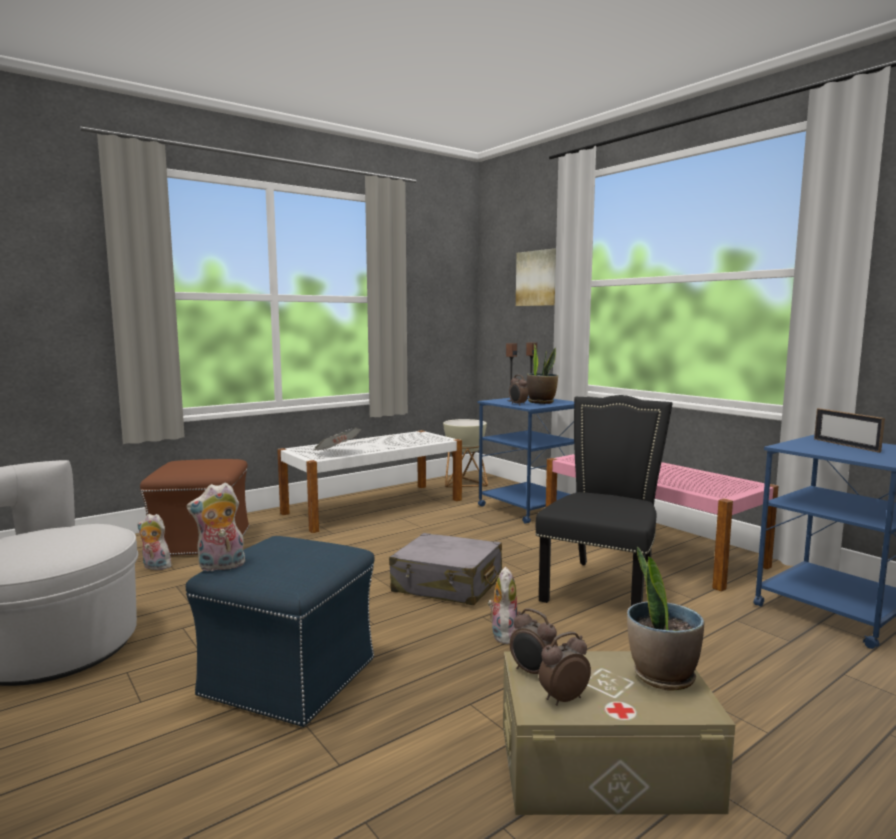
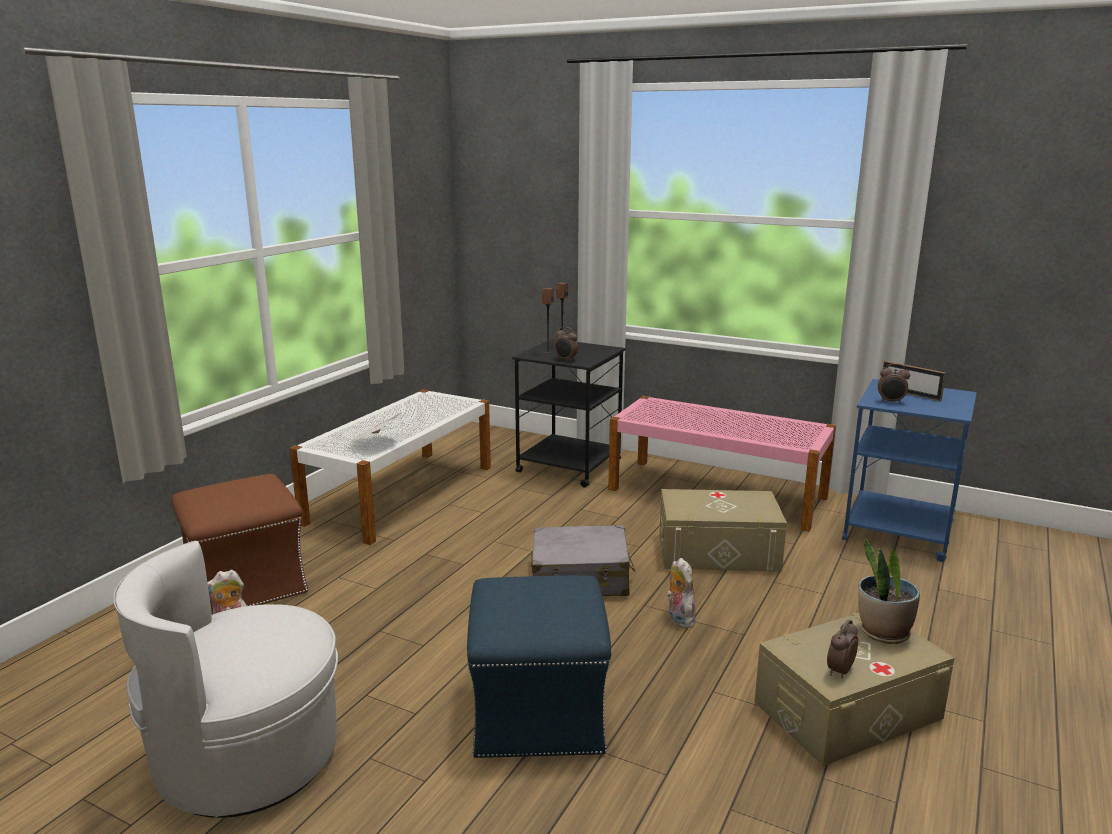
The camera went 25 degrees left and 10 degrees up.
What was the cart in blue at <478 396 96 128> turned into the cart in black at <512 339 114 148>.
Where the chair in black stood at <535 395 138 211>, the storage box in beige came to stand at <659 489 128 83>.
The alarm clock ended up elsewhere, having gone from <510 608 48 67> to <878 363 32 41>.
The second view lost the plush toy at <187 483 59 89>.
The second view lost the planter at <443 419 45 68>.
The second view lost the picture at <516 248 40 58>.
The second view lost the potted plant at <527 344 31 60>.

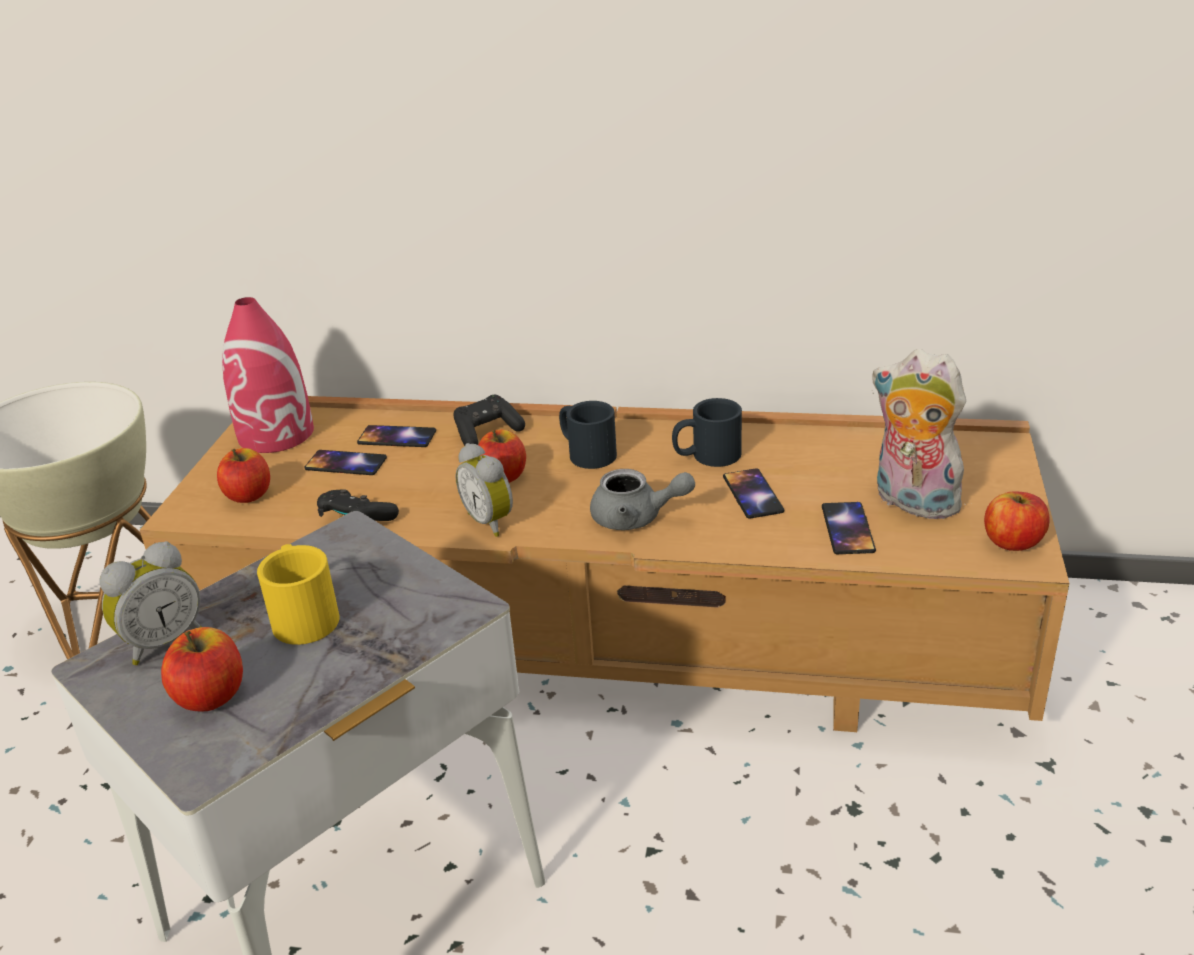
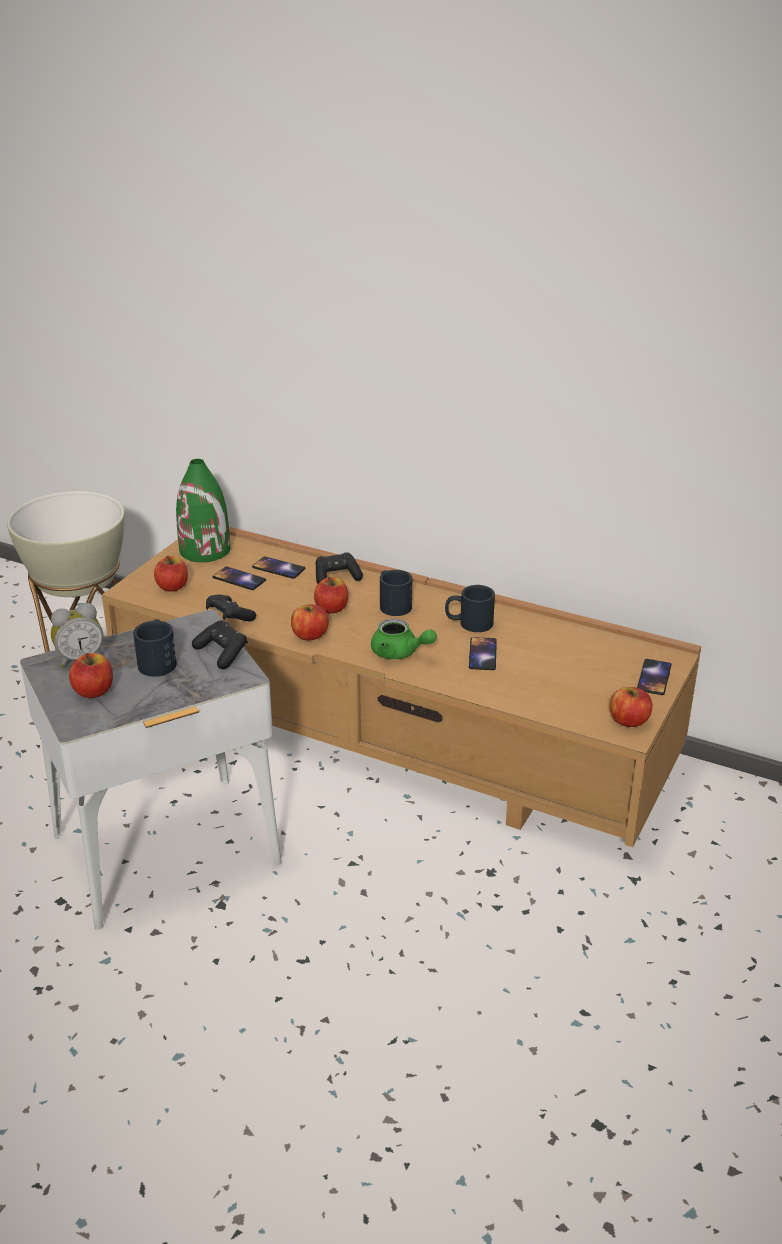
The camera went 15 degrees right and 0 degrees up.
What was the mug in yellow at <257 544 82 101> turned into the mug in black at <133 619 44 58>.
What was the vase in red at <222 297 92 156> turned into the vase in green at <176 459 54 103>.
The second view gained the game controller in black at <192 620 56 49>.
Where the alarm clock stood at <455 443 58 94>, the apple came to stand at <291 604 38 36>.
What was the teapot in grey at <590 469 105 61> turned into the teapot in green at <371 619 66 40>.
The phone ended up elsewhere, having gone from <822 502 54 52> to <637 659 34 36>.
The second view lost the plush toy at <872 349 97 170>.

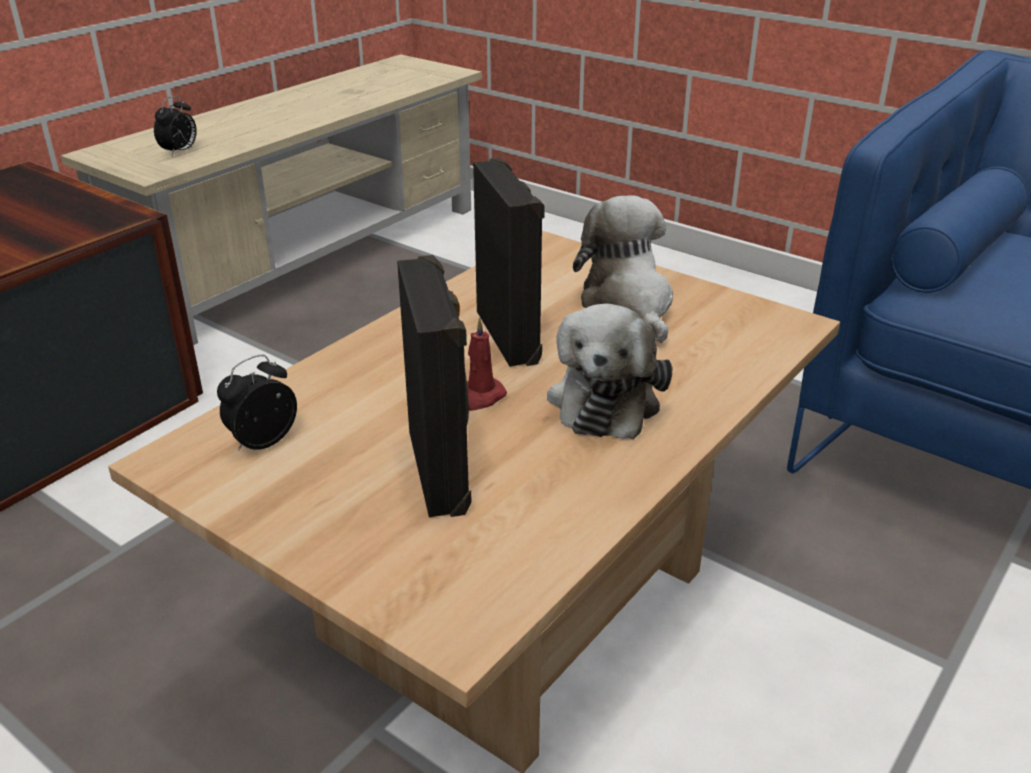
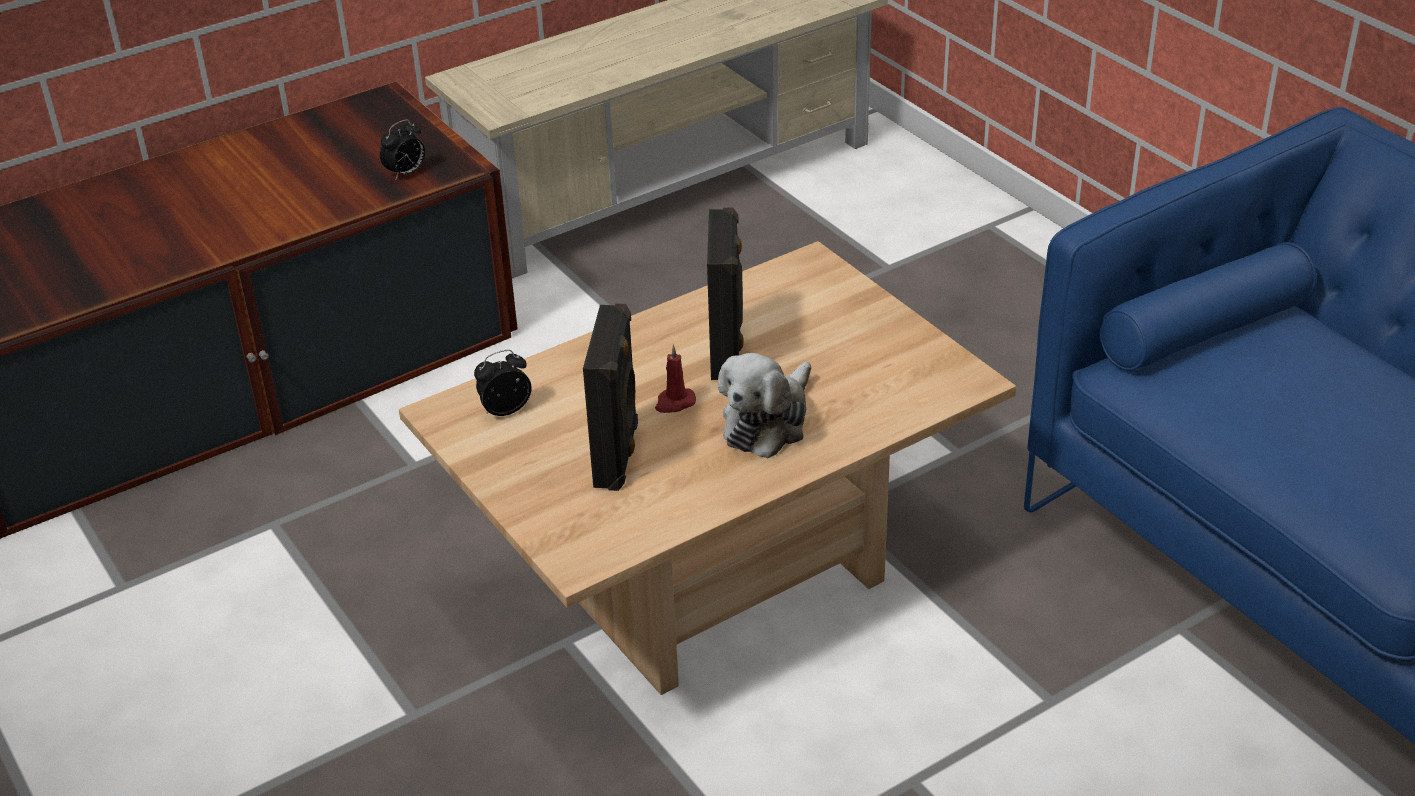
The camera went 20 degrees right and 5 degrees up.
The alarm clock ended up elsewhere, having gone from <154 96 43 60> to <380 119 45 60>.
The second view lost the plush toy at <573 196 100 147>.

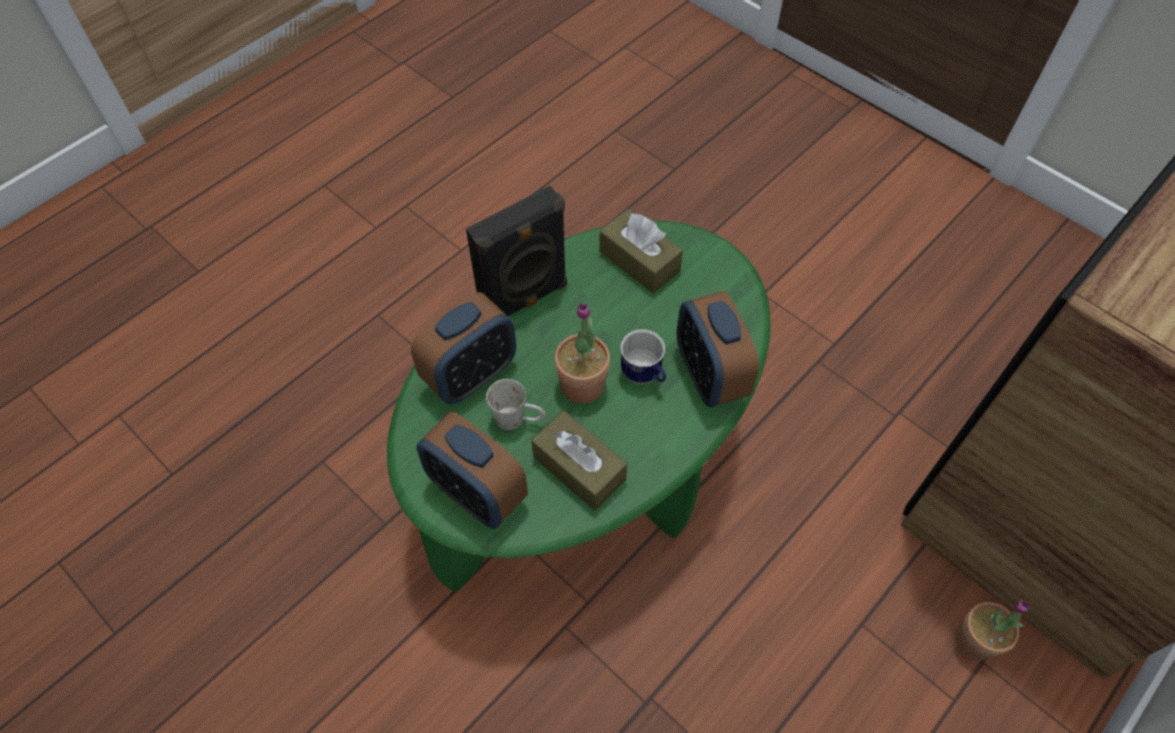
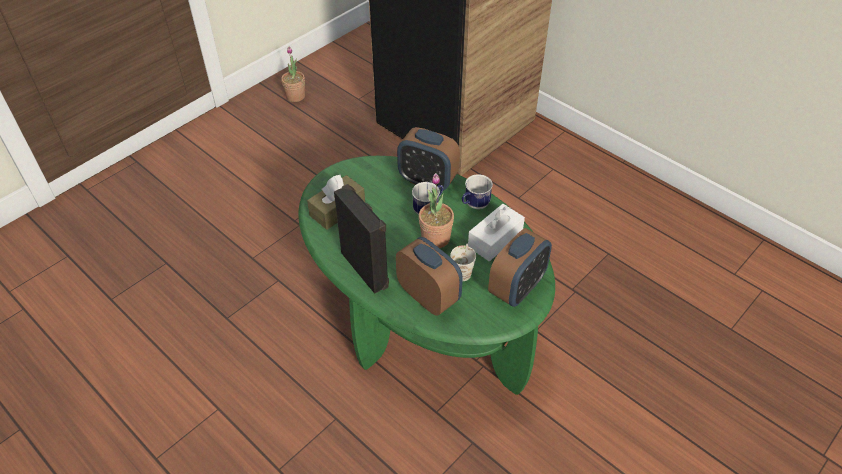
The camera went 90 degrees left and 10 degrees down.
The potted plant ended up elsewhere, having gone from <955 600 75 61> to <281 47 24 55>.
The alarm clock at <677 291 82 116> ended up facing another way, 45 degrees clockwise from before.
The second view gained the mug at <462 174 31 35>.
What was the tissue box in brown at <531 411 96 100> turned into the tissue box in white at <468 204 57 57>.

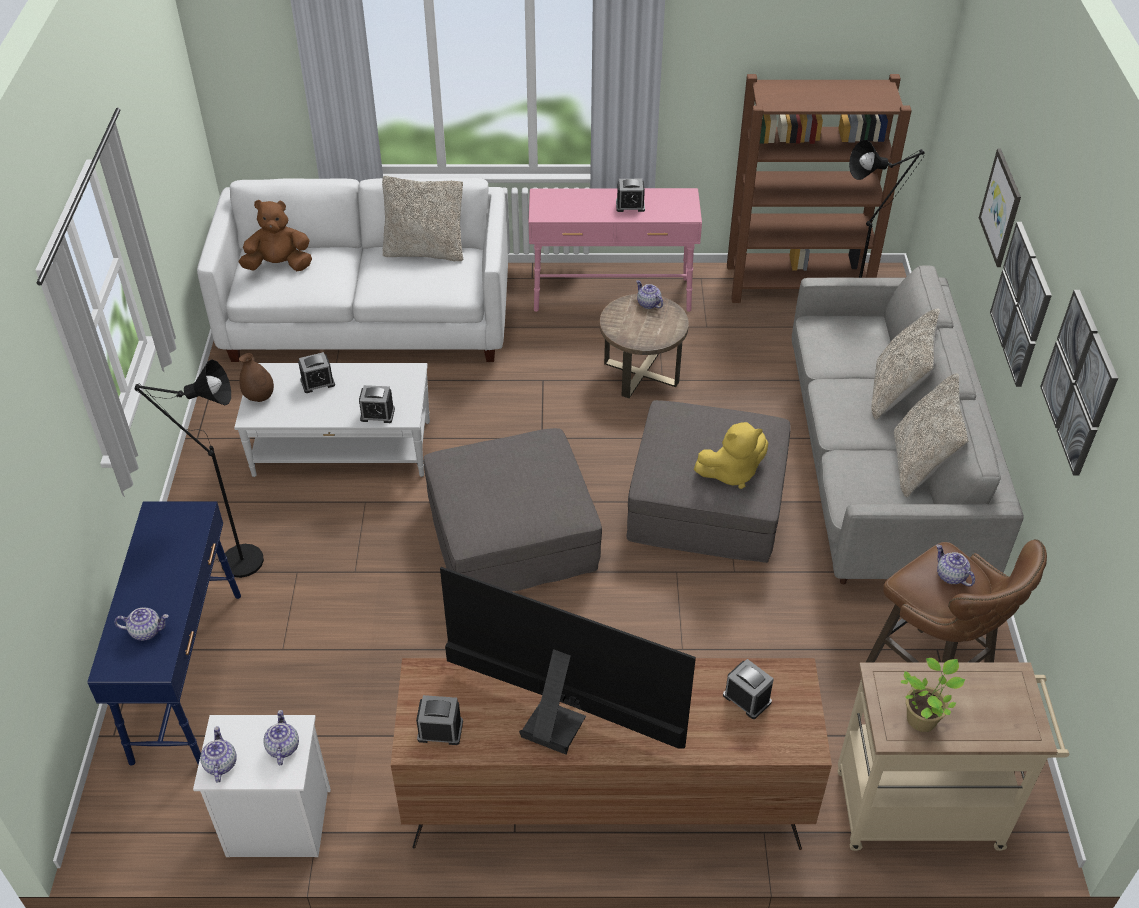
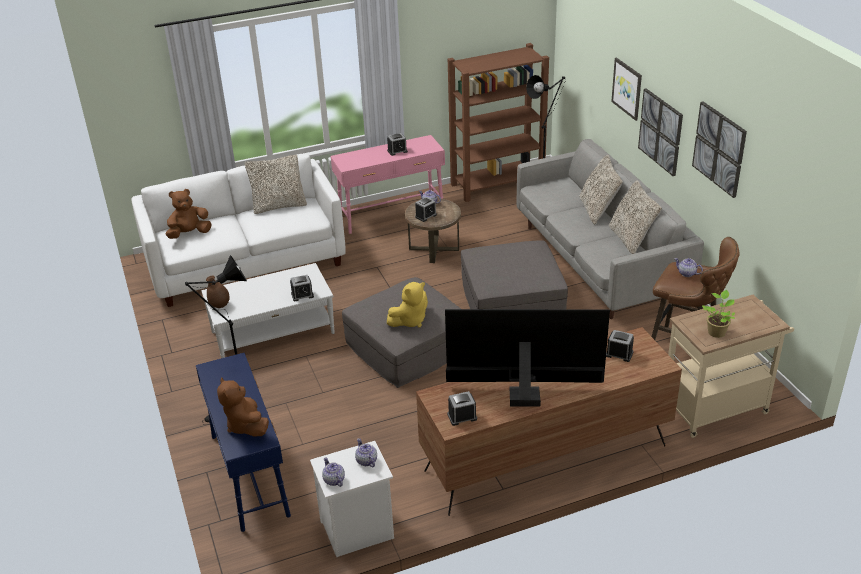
The camera went 20 degrees left and 10 degrees down.
Where the teapot stood at <115 608 54 33>, the plush toy in brown came to stand at <217 377 52 59>.
The plush toy in yellow ended up elsewhere, having gone from <694 422 75 67> to <387 282 41 46>.
The alarm clock ended up elsewhere, having gone from <298 352 37 41> to <415 197 22 25>.

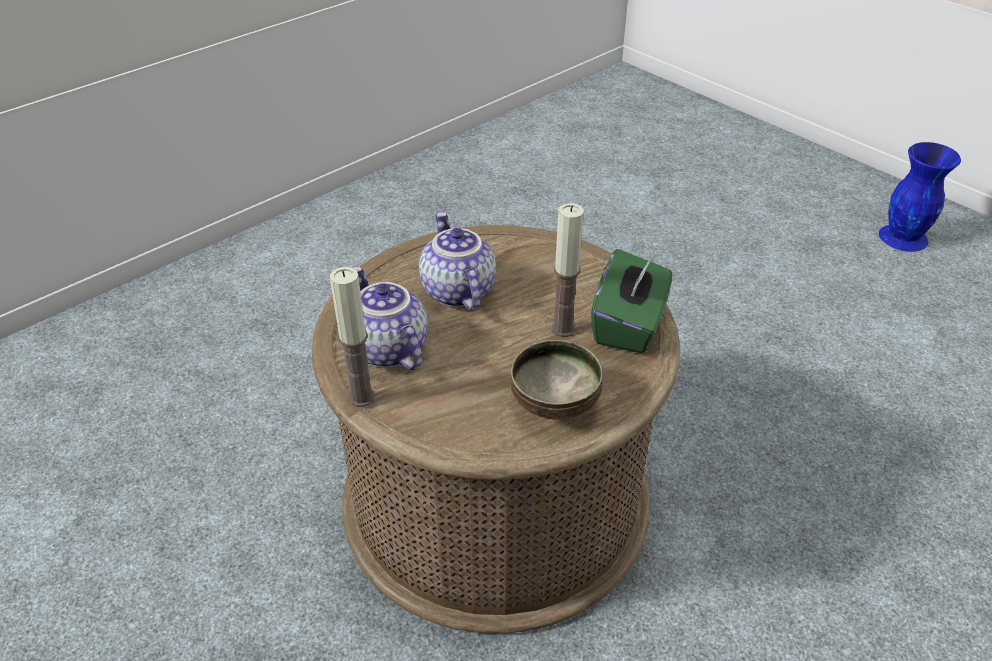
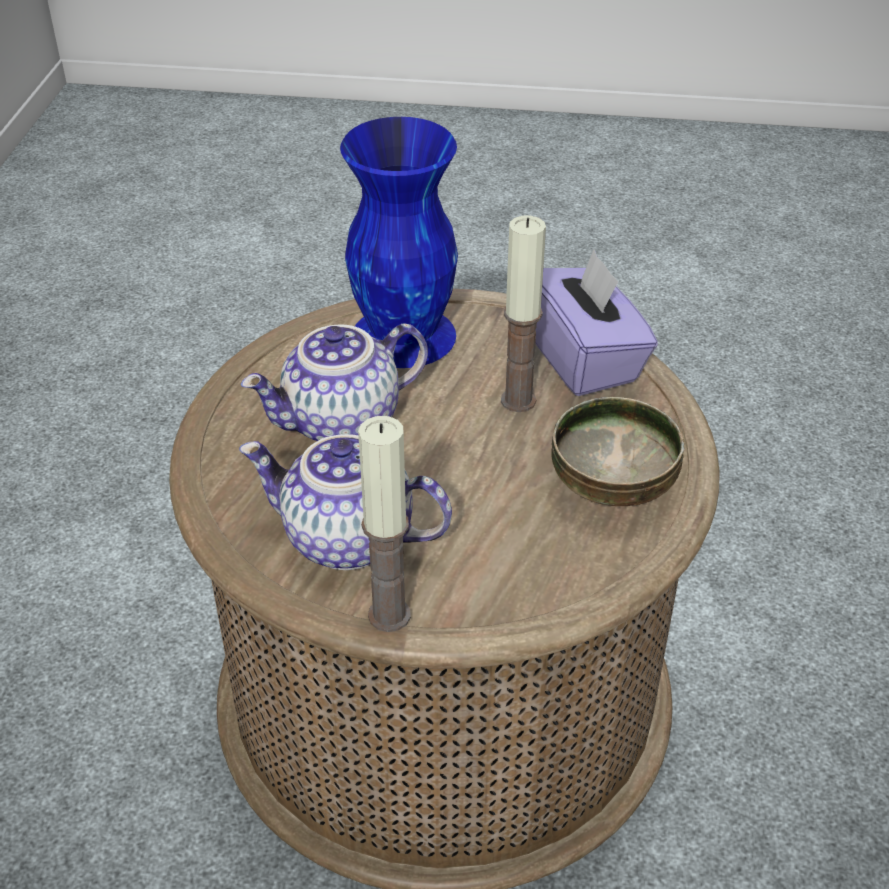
The camera went 40 degrees left and 0 degrees up.
The teapot at <419 212 77 99> ended up facing another way, 60 degrees counterclockwise from before.
The vase in blue ended up elsewhere, having gone from <879 142 82 110> to <340 117 118 251>.
What was the tissue box in green at <591 249 81 104> turned into the tissue box in purple at <535 249 123 147>.

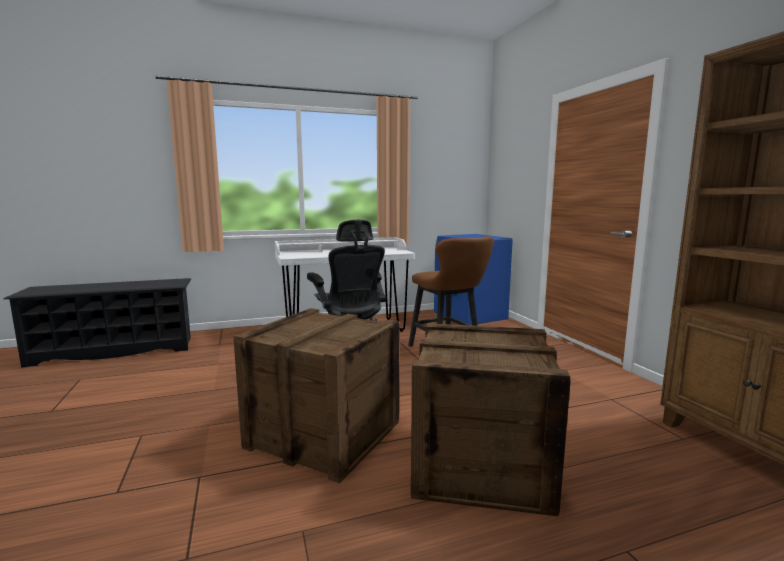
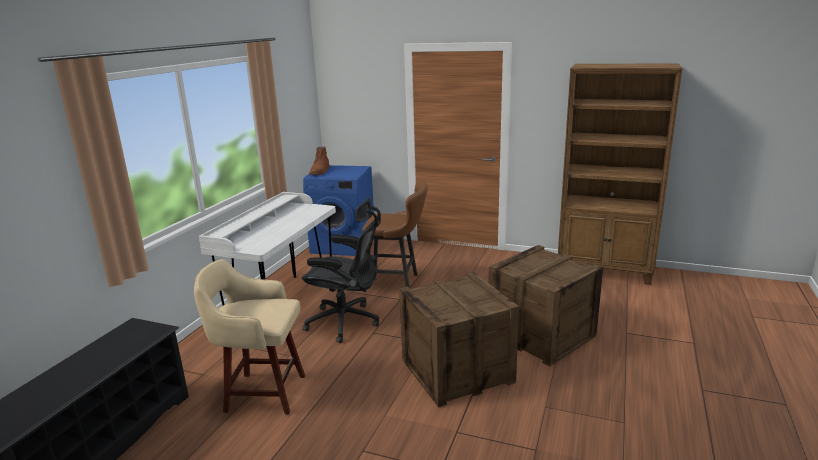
The camera went 50 degrees left and 10 degrees up.
The second view gained the stool in beige at <194 259 111 155>.
The second view gained the boot in brown at <309 146 21 29>.

